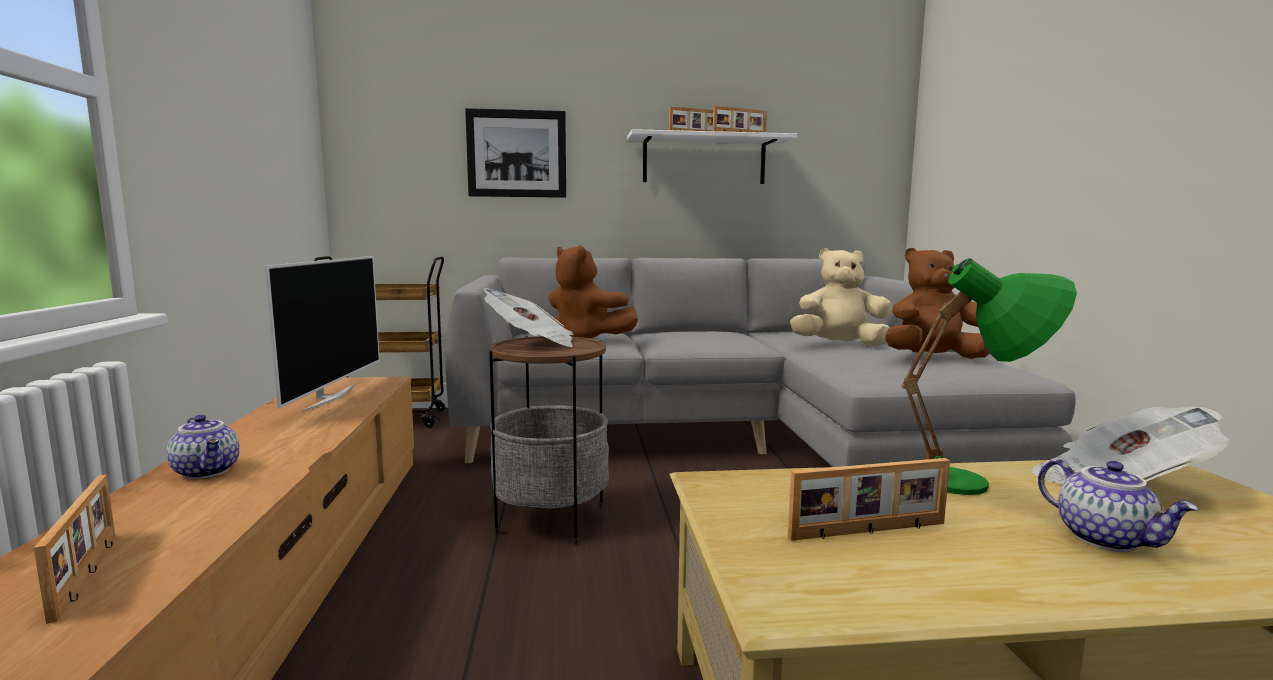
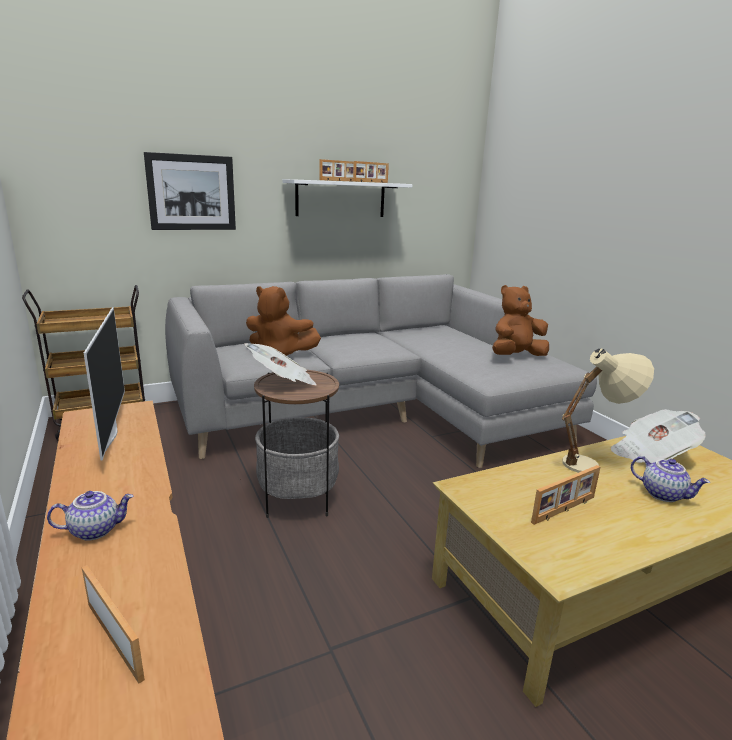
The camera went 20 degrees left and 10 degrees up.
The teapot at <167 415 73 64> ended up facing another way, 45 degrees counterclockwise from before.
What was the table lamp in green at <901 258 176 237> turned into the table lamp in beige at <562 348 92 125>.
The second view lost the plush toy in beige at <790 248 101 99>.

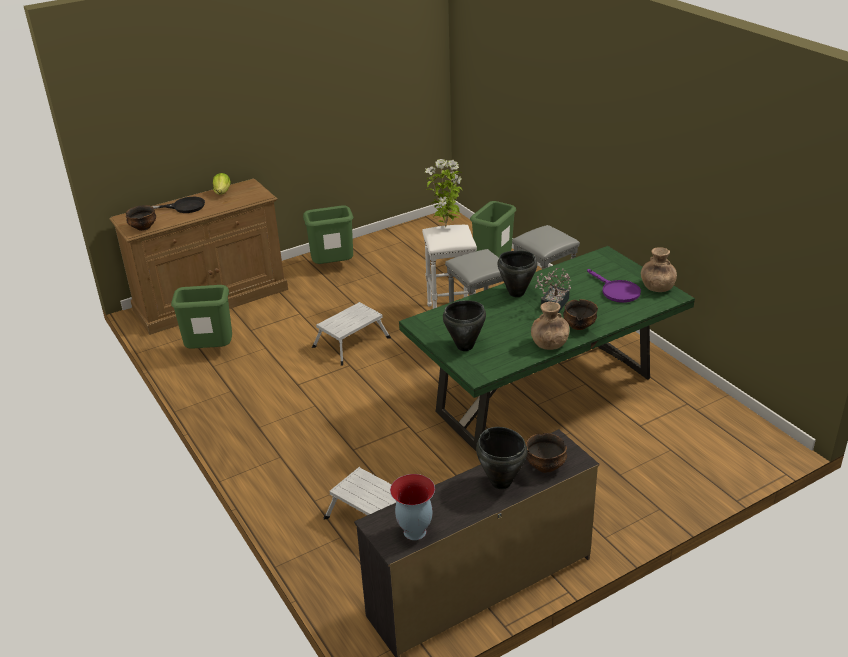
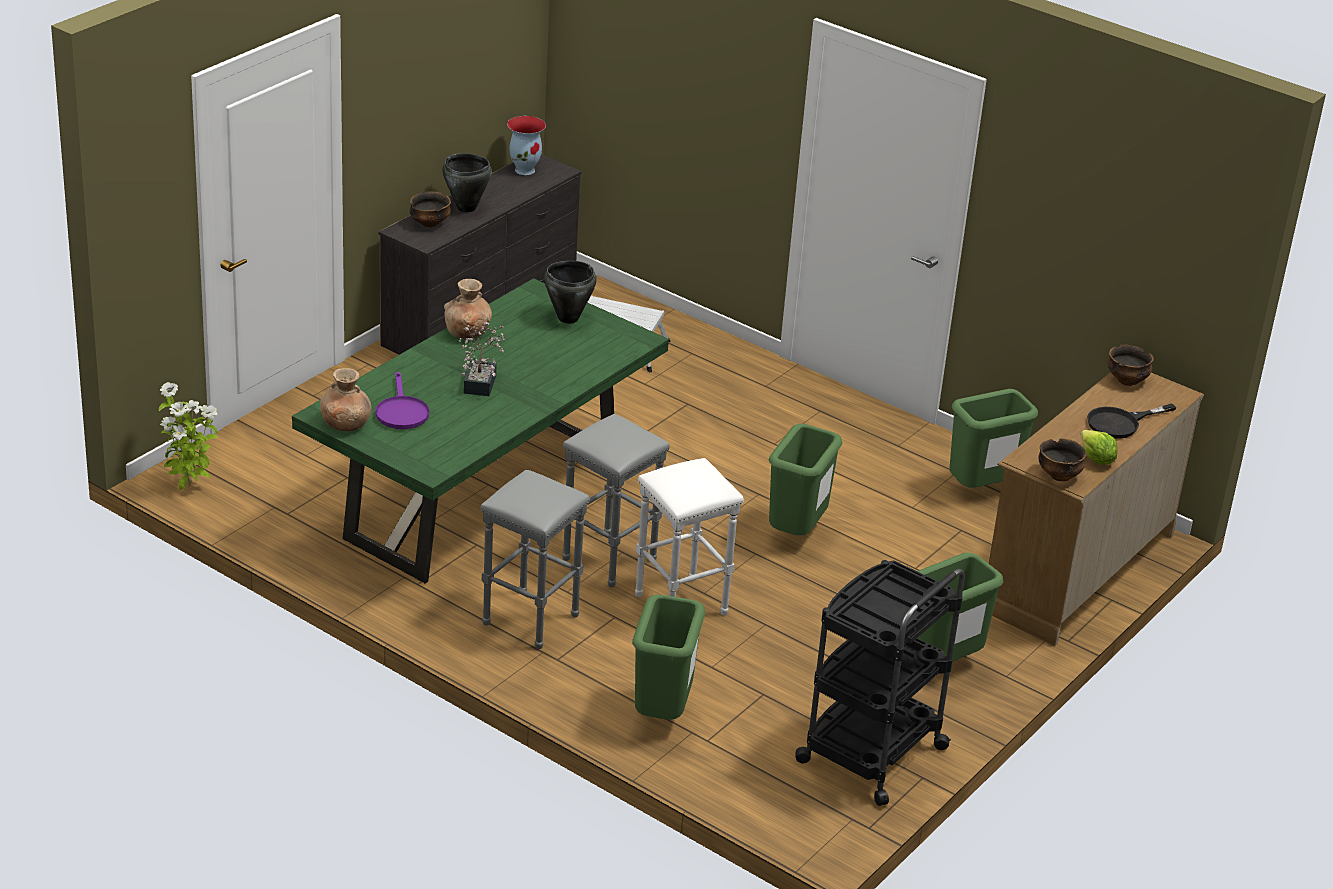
The camera went 155 degrees right and 0 degrees up.
The potted plant ended up elsewhere, having gone from <425 159 37 69> to <159 382 59 108>.
The frying pan in purple at <587 269 54 34> ended up facing another way, 135 degrees counterclockwise from before.
Where the step ladder in white stood at <312 302 79 64>, the trash can in green came to stand at <768 424 74 111>.
The second view gained the cart in black at <795 560 170 246>.
The bowl ended up elsewhere, having gone from <563 299 35 31> to <1038 439 48 42>.
The second view lost the cooking pot in black at <497 250 41 47>.

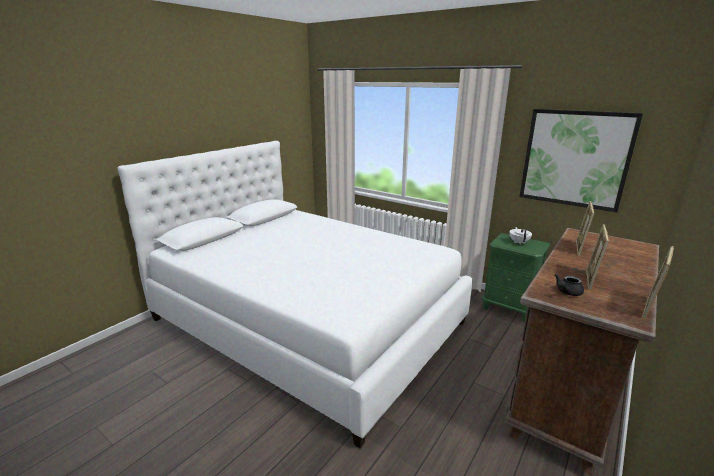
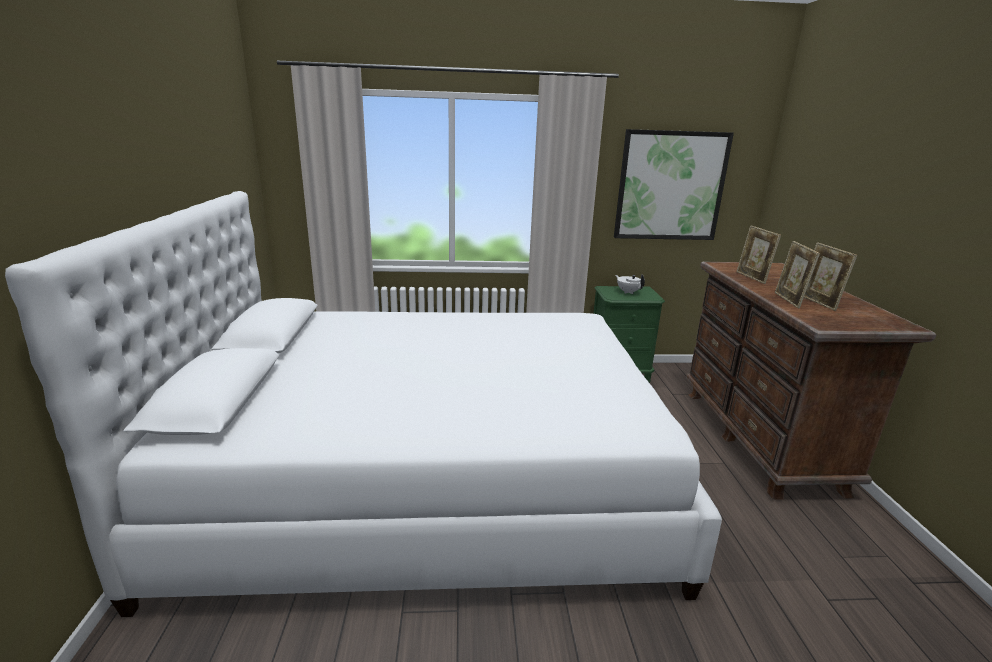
The camera went 40 degrees left and 0 degrees up.
The picture frame ended up elsewhere, having gone from <642 246 32 72> to <775 241 45 67>.
The second view lost the teapot in black at <555 274 29 22>.

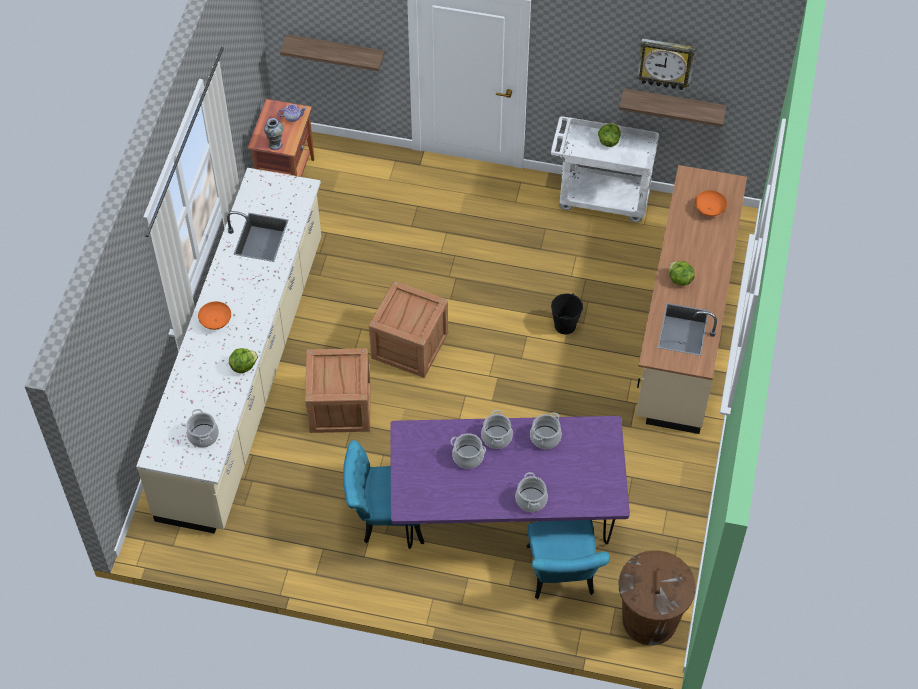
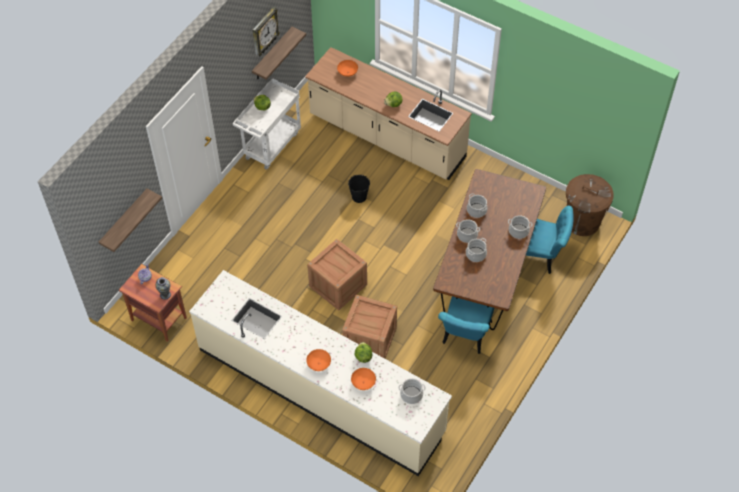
The camera went 70 degrees left and 0 degrees up.
The second view gained the bowl in orange at <351 368 25 22>.
What was the dining table in purple at <390 416 240 133> turned into the dining table in brown at <433 169 113 161>.

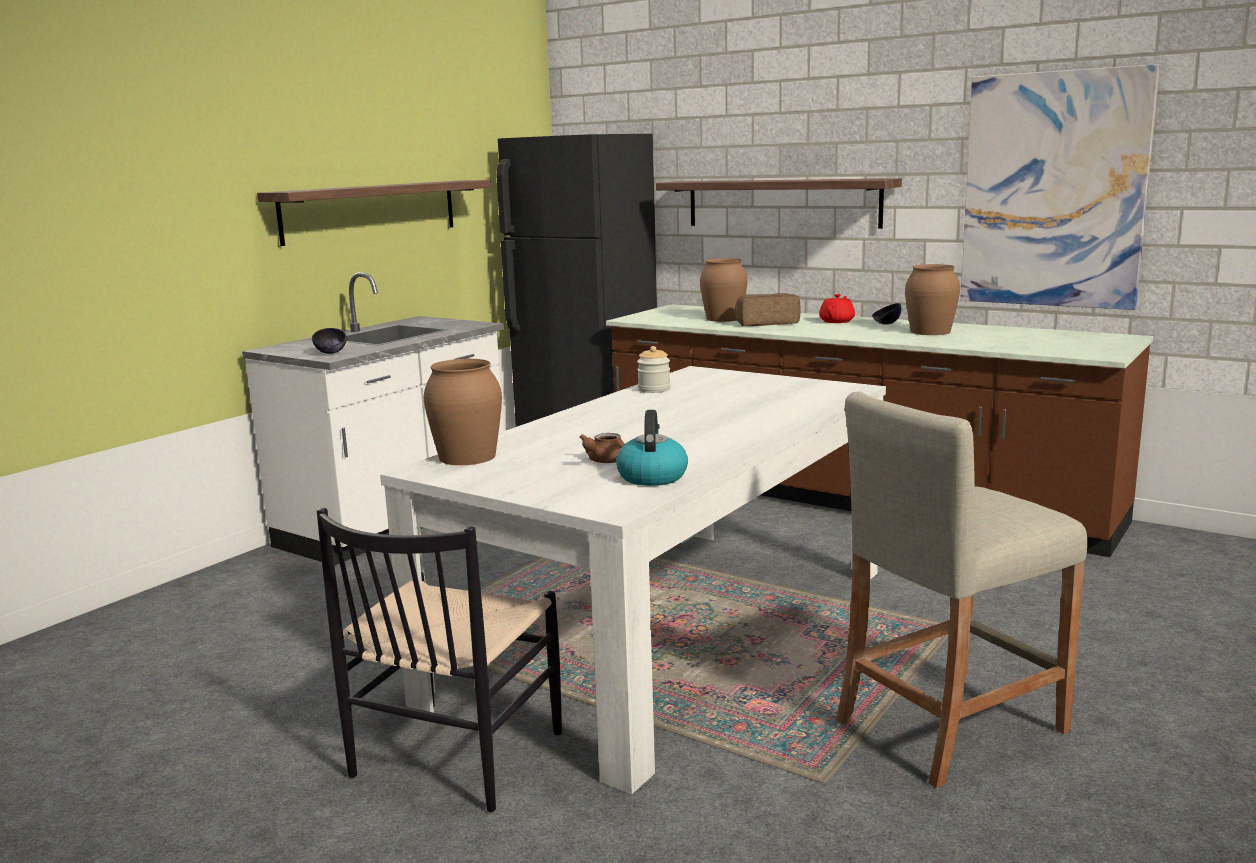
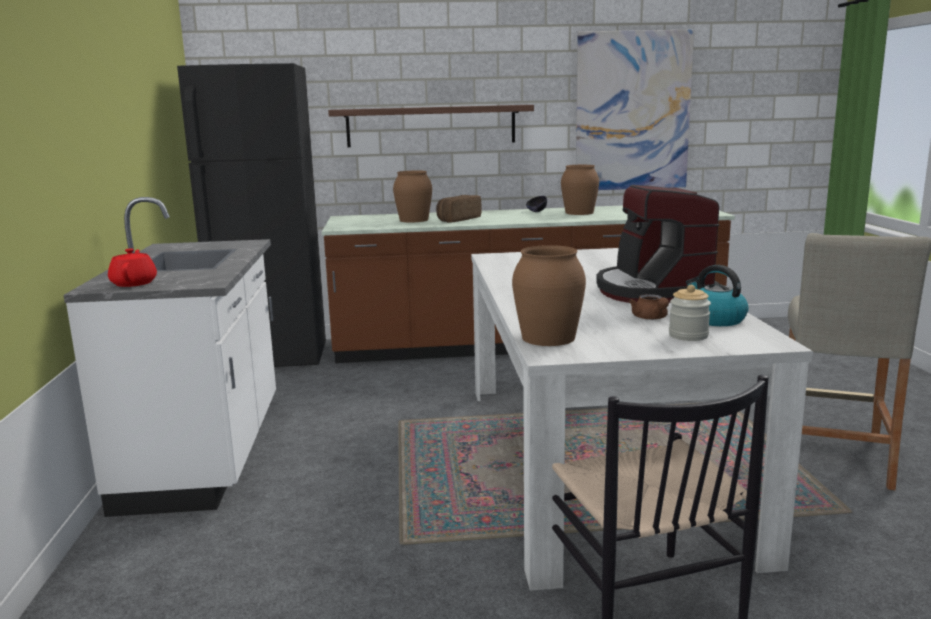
The camera went 40 degrees left and 0 degrees up.
The teapot in red ended up elsewhere, having gone from <819 294 36 29> to <108 249 49 38>.
The second view gained the coffee machine at <596 185 124 118>.
The jar ended up elsewhere, having gone from <637 346 33 47> to <669 285 42 56>.
The second view lost the shelf at <257 180 234 66>.
The second view lost the bowl in black at <312 328 35 26>.

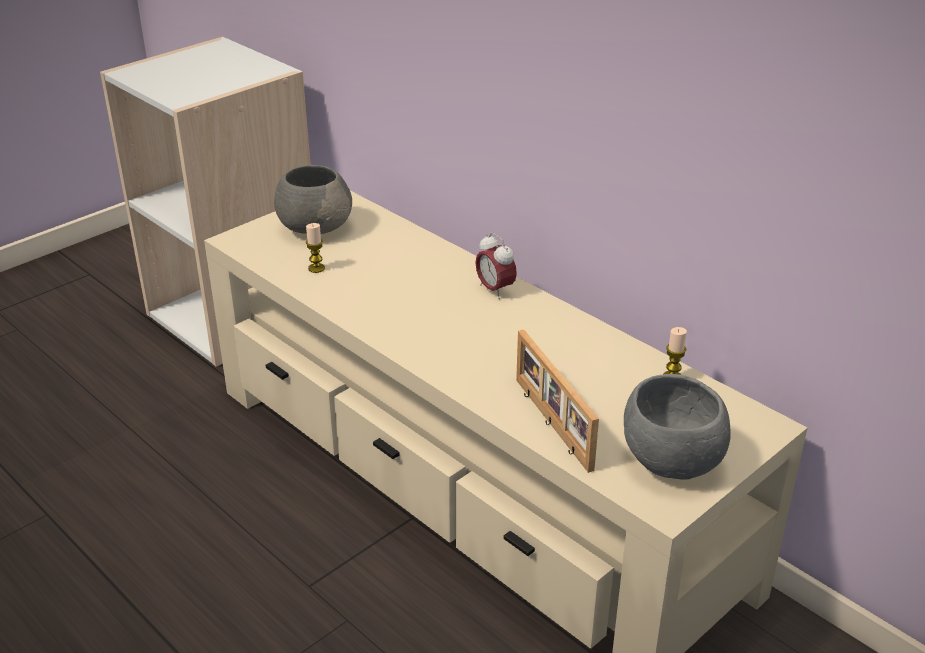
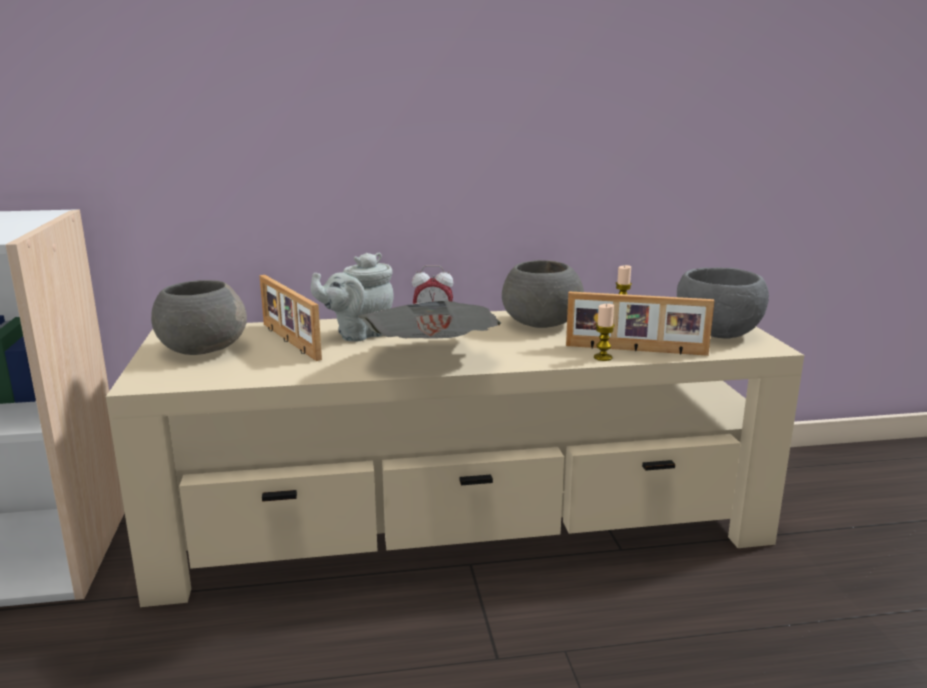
The camera went 55 degrees left and 15 degrees down.
The second view gained the picture frame at <260 275 62 86>.
The second view gained the teapot in grey at <311 253 83 89>.
The second view gained the newspaper at <358 301 143 38>.
The second view gained the bowl in grey at <502 260 82 68>.
The candle ended up elsewhere, having gone from <306 223 19 50> to <594 304 21 57>.

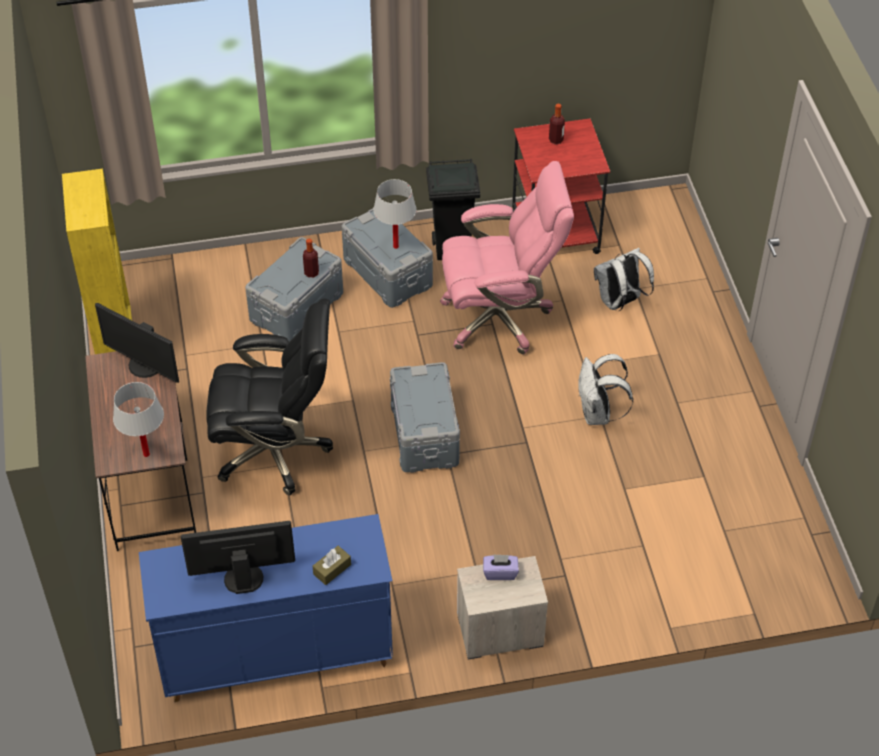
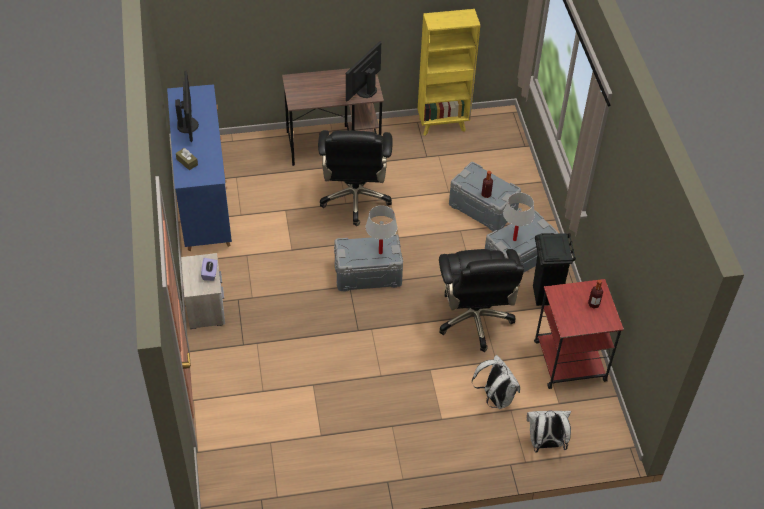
The camera went 90 degrees right and 0 degrees up.
The table lamp in white ended up elsewhere, having gone from <113 382 51 75> to <366 206 31 48>.
What was the office chair in pink at <440 161 134 193> turned into the office chair in black at <439 249 85 103>.
The backpack in white ended up elsewhere, having gone from <578 354 55 71> to <527 410 44 43>.

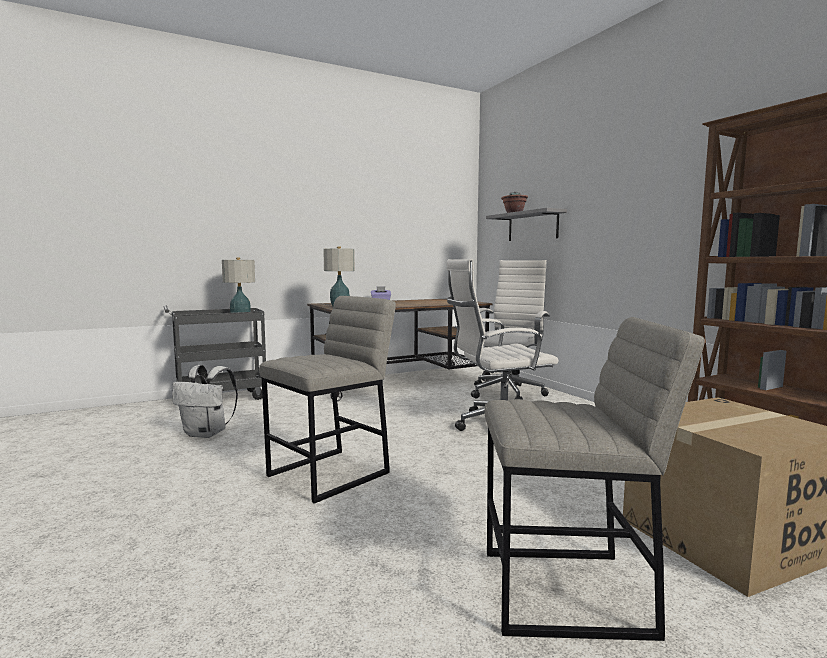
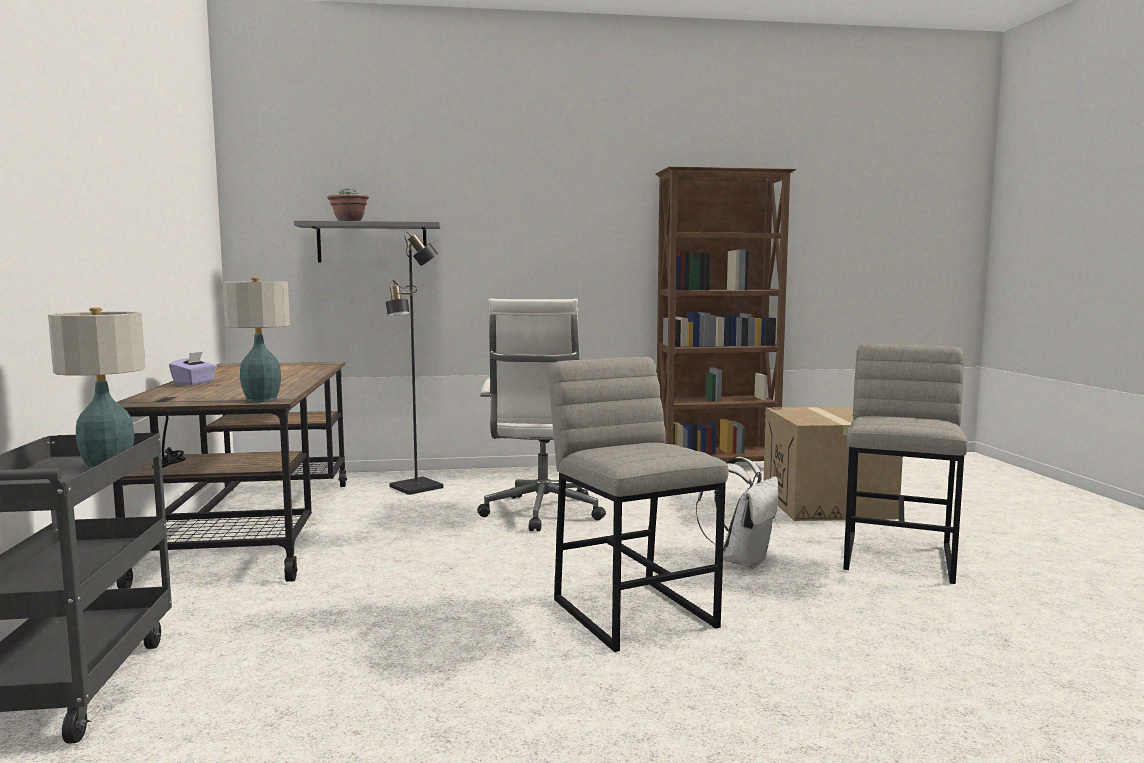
The camera went 70 degrees left and 0 degrees up.
Where the office chair in white stood at <471 260 78 140>, the floor lamp in black came to stand at <386 231 57 264>.
The backpack in white ended up elsewhere, having gone from <172 365 66 73> to <696 457 83 112>.

